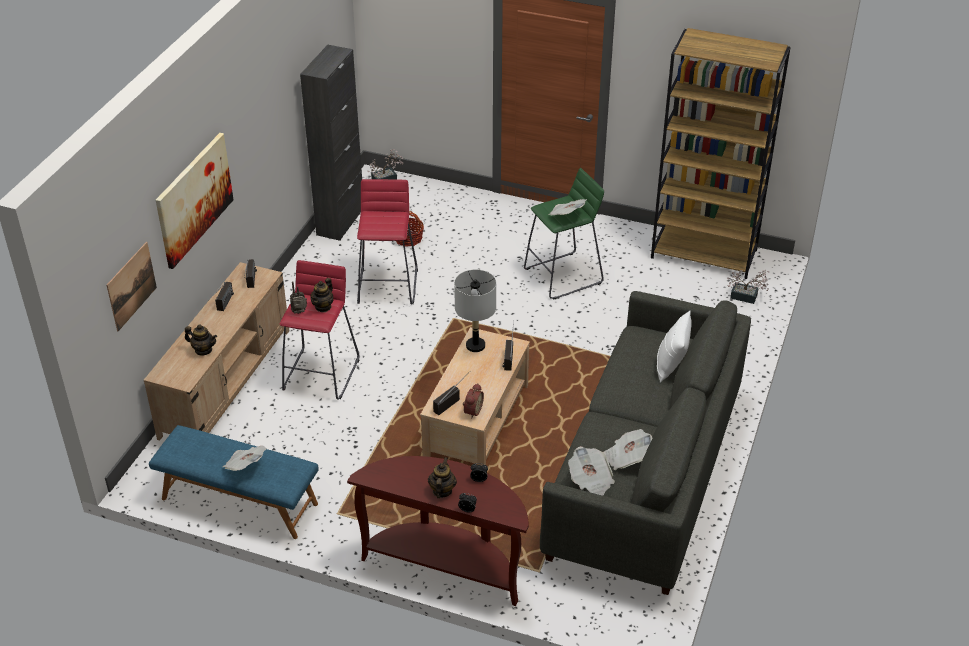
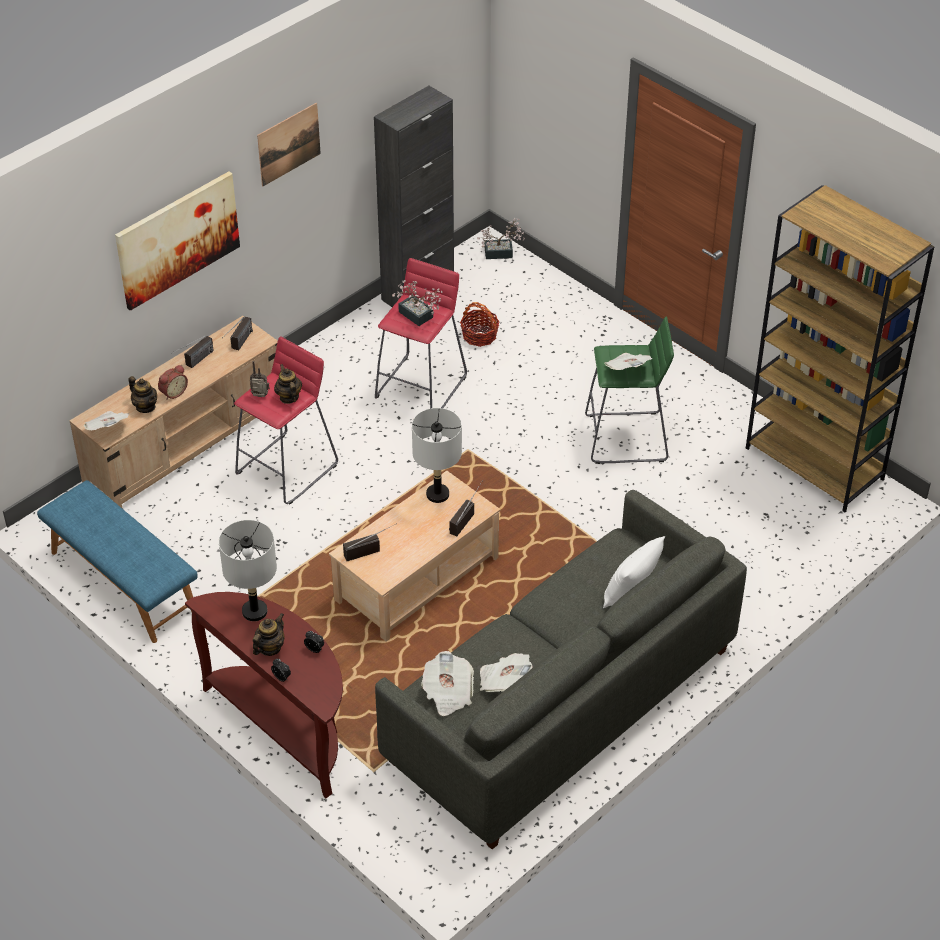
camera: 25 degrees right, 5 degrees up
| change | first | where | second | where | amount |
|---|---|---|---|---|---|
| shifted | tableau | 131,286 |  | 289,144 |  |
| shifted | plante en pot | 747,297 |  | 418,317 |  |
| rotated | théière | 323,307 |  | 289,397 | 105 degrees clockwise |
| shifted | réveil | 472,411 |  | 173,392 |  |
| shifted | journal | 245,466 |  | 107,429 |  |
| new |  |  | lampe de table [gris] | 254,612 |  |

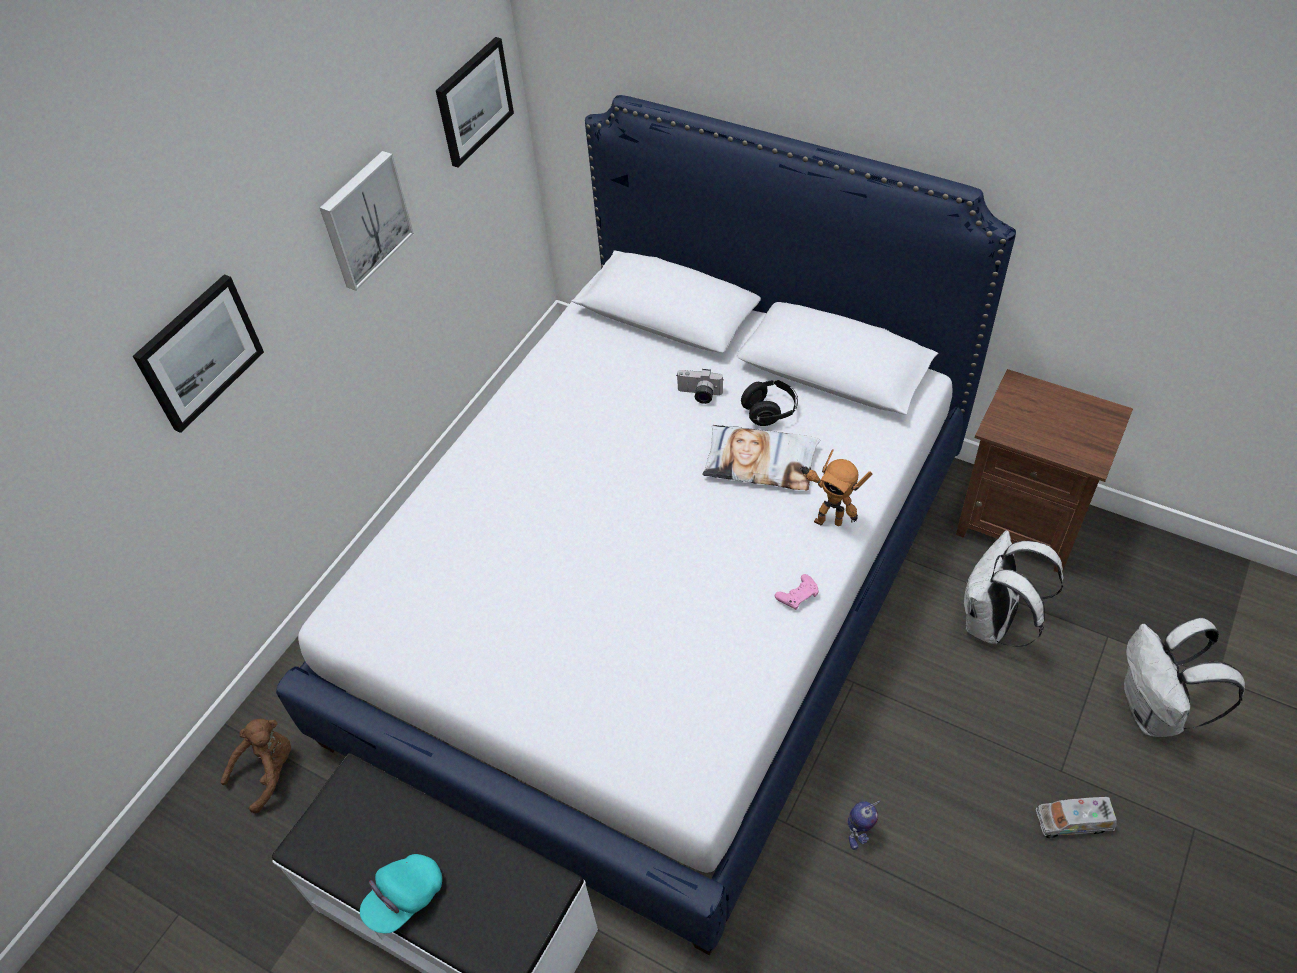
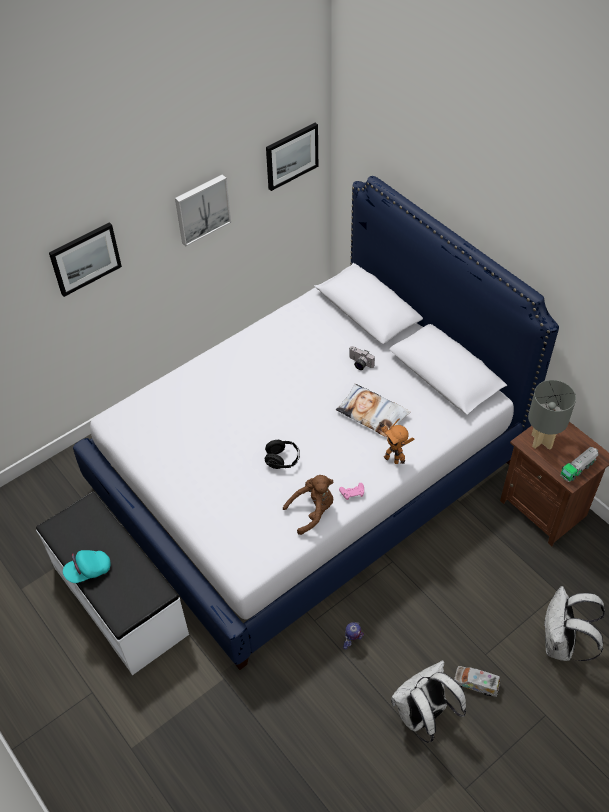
camera: 20 degrees right, 0 degrees up
| change | first | where | second | where | amount |
|---|---|---|---|---|---|
| shifted | casque audio [noir] | 769,411 |  | 282,460 |  |
| shifted | sac à dos [blanc] | 992,624 |  | 423,716 |  |
| shifted | peluche [marron] | 268,770 |  | 312,511 |  |
| new |  |  | lampe de table [gris] | 541,441 |  |
| new |  |  | camion jouet | 578,468 |  |

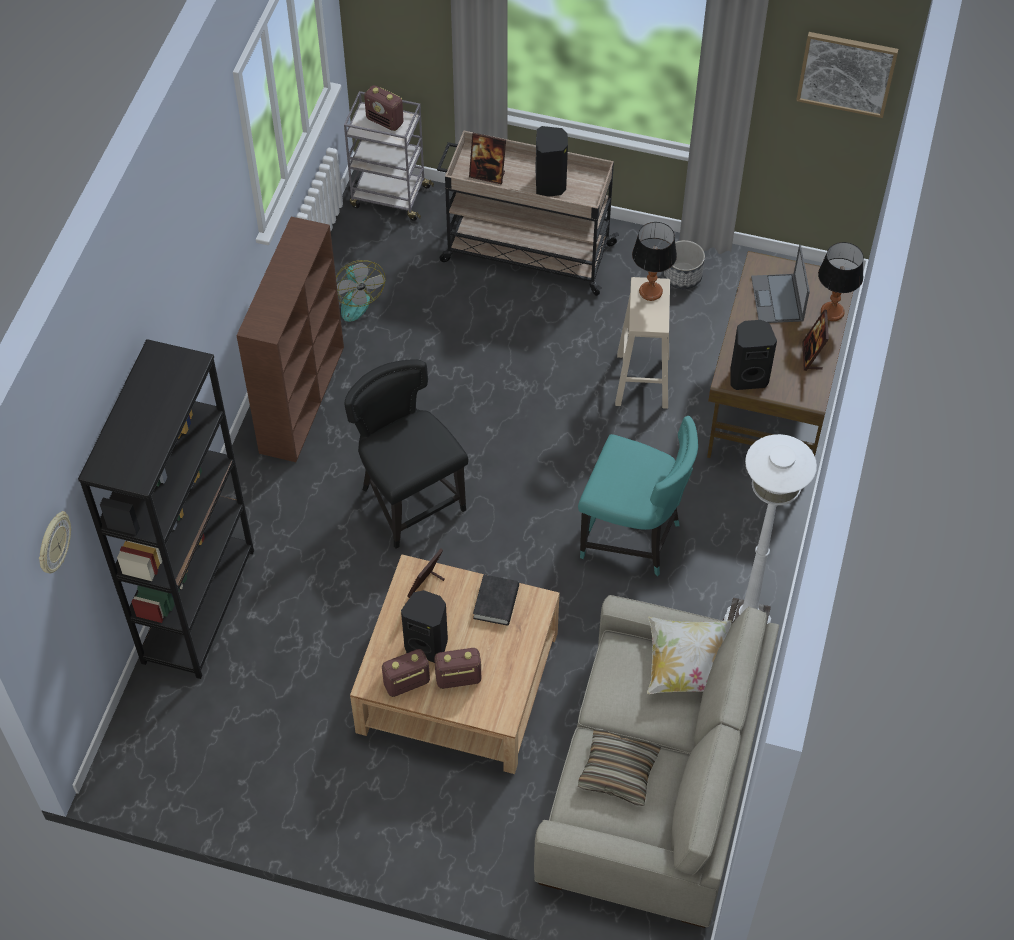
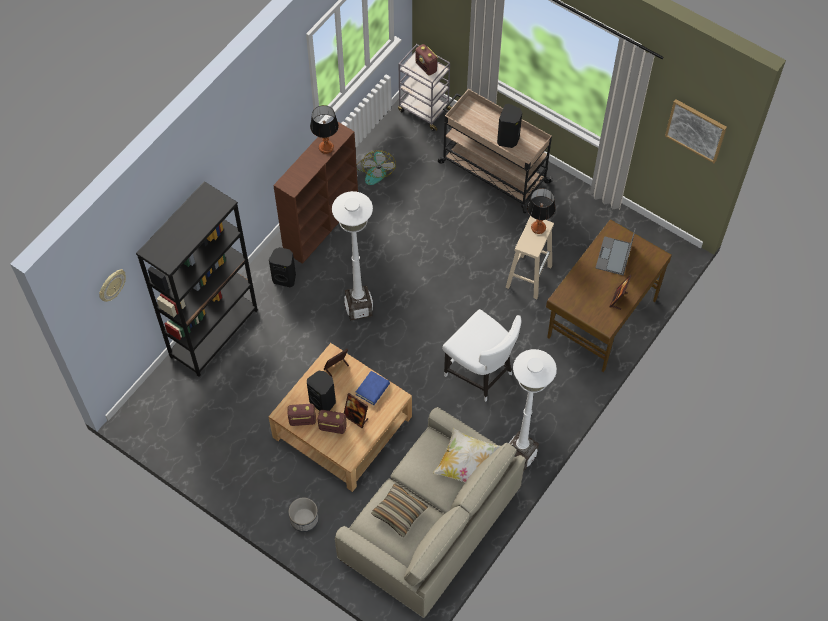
camera: 20 degrees right, 5 degrees up
| change | first | where | second | where | amount |
|---|---|---|---|---|---|
| shifted | cadre photo | 487,175 |  | 356,417 |  |
| shifted | cache-pot | 682,276 |  | 304,519 |  |
| shifted | lampe de table | 832,312 |  | 326,147 |  |
| shifted | enceinte [noir] | 747,377 |  | 285,278 |  |
| swapped | chaise [noir] | 410,500 | lampadaire [blanc] | 359,308 |  |
| repainted | chaise [turquoise] | 633,538 | chaise [blanc] | 480,374 |  |
| repainted | livre [noir] | 496,602 | livre [bleu] | 372,389 |  |

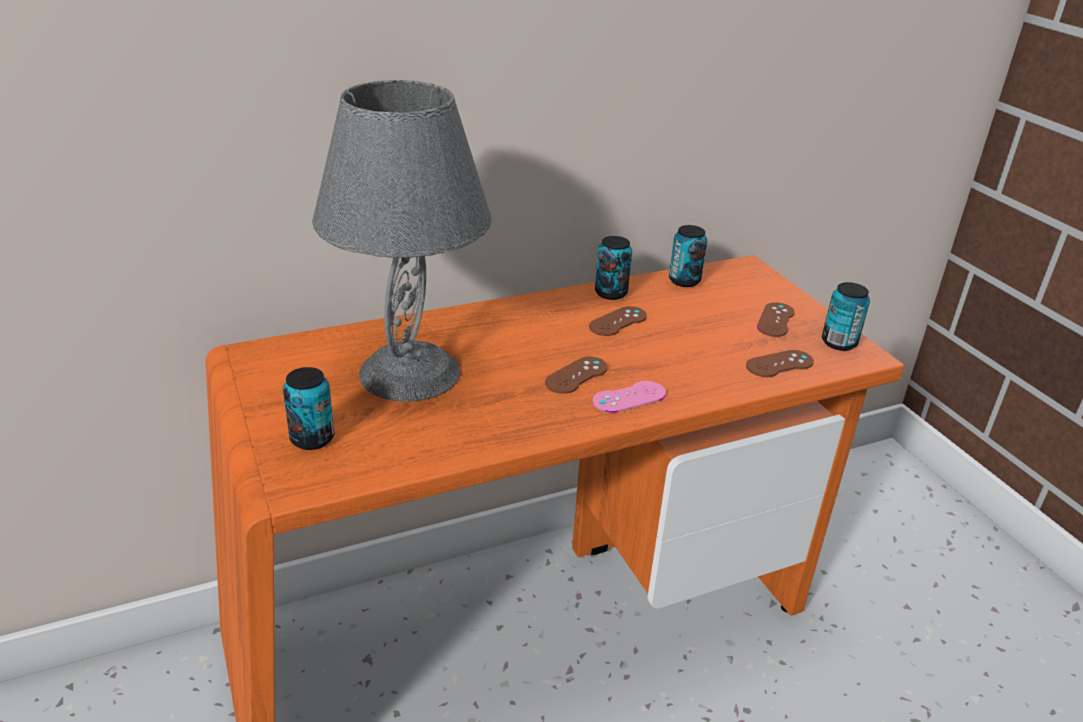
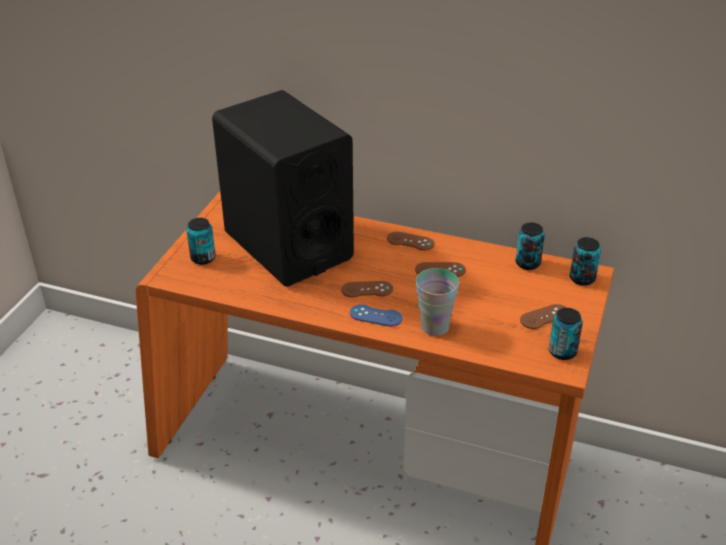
camera: 45 degrees right, 5 degrees up
| change | first | where | second | where | amount |
|---|---|---|---|---|---|
| swapped | lampe de table [gris] | 409,372 | enceinte [noir] | 287,245 |  |
| shifted | boîte métallique | 611,293 |  | 582,279 |  |
| shifted | manette [marron] | 779,364 |  | 410,241 |  |
| repainted | manette [rose] | 629,397 | manette [bleu] | 376,316 |  |
| new |  |  | tasse | 434,326 |  |

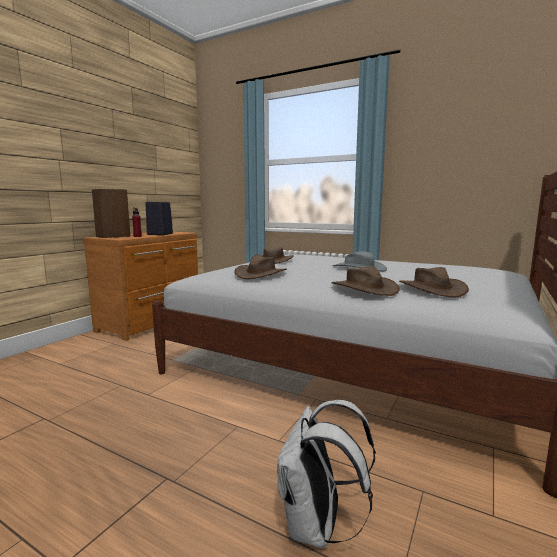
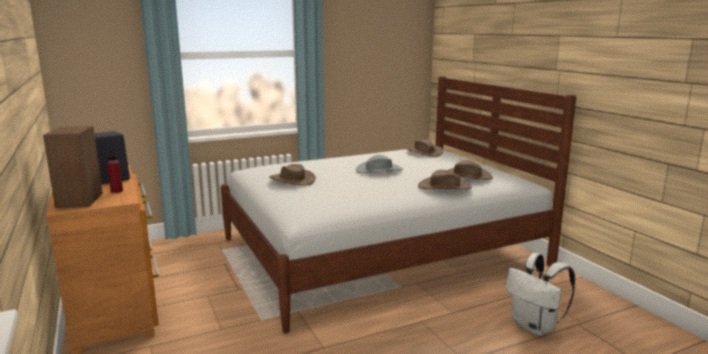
camera: 55 degrees left, 5 degrees up
| change | first | where | second | where | amount |
|---|---|---|---|---|---|
| shifted | chapeau [marron] | 260,274 |  | 424,152 |  |

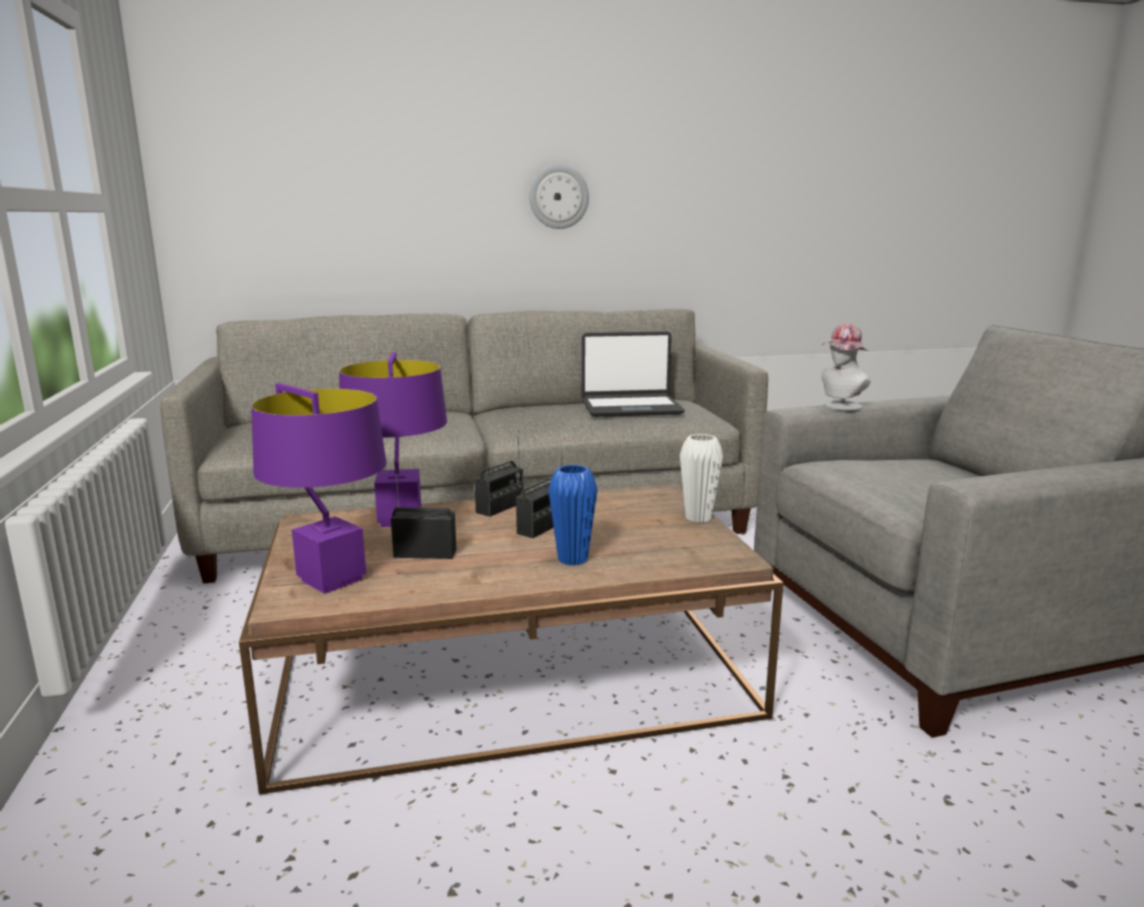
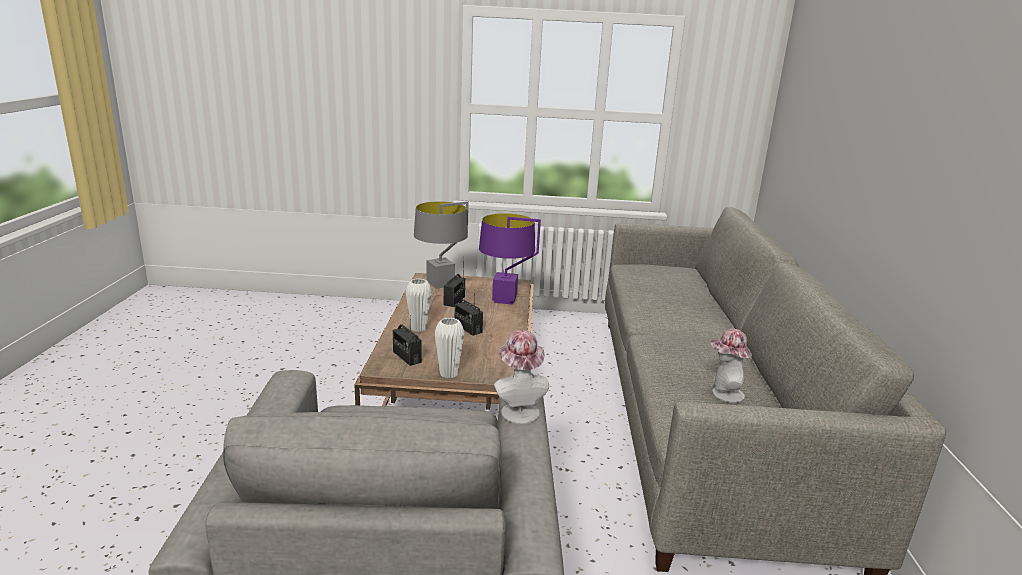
camera: 105 degrees right, 5 degrees up
| change | first | where | second | where | amount |
|---|---|---|---|---|---|
| gone | horloge murale | 558,197 |  |  |  |
| swapped | ordinateur portable | 631,408 | chapeau | 723,394 |  |
| repainted | lampe de table [violet] | 331,580 | lampe de table [gris] | 440,284 |  |
| shifted | radio | 500,507 |  | 406,357 |  |
| repainted | vase [bleu] | 572,559 | vase [blanc] | 418,328 |  |

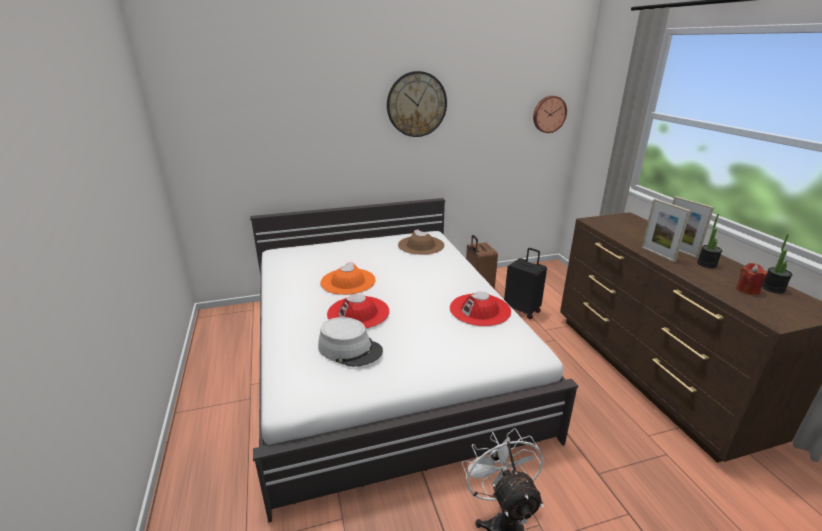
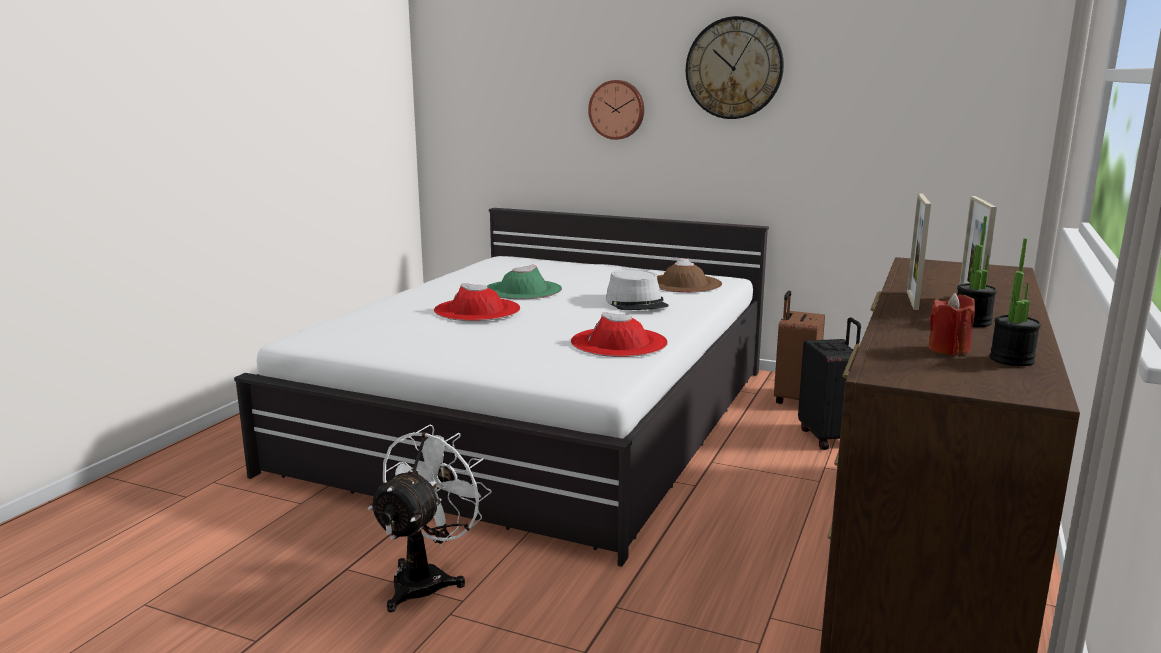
camera: 40 degrees right, 10 degrees down
| change | first | where | second | where | amount |
|---|---|---|---|---|---|
| shifted | horloge murale | 548,114 |  | 617,109 |  |
| repainted | chapeau [orange] | 348,281 | chapeau [vert] | 522,290 |  |
| shifted | chapeau [gris] | 350,349 |  | 637,303 |  |

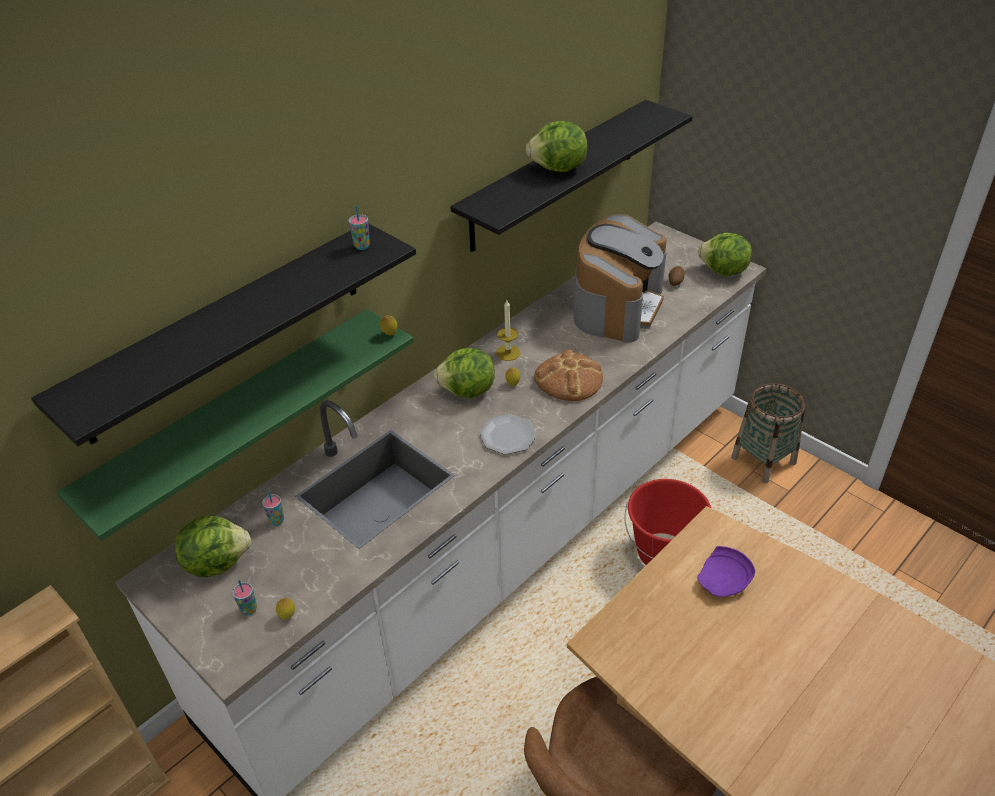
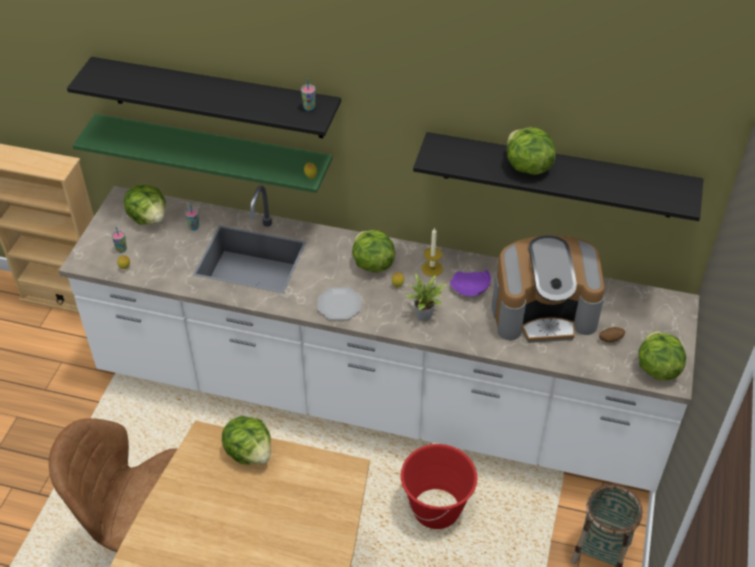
camera: 60 degrees right, 5 degrees up
| change | first | where | second | where | amount |
|---|---|---|---|---|---|
| swapped | pain | 568,379 | plante en pot | 426,315 |  |
| shifted | assiette [violet] | 724,581 |  | 470,289 |  |
| new |  |  | laitue | 249,452 |  |

